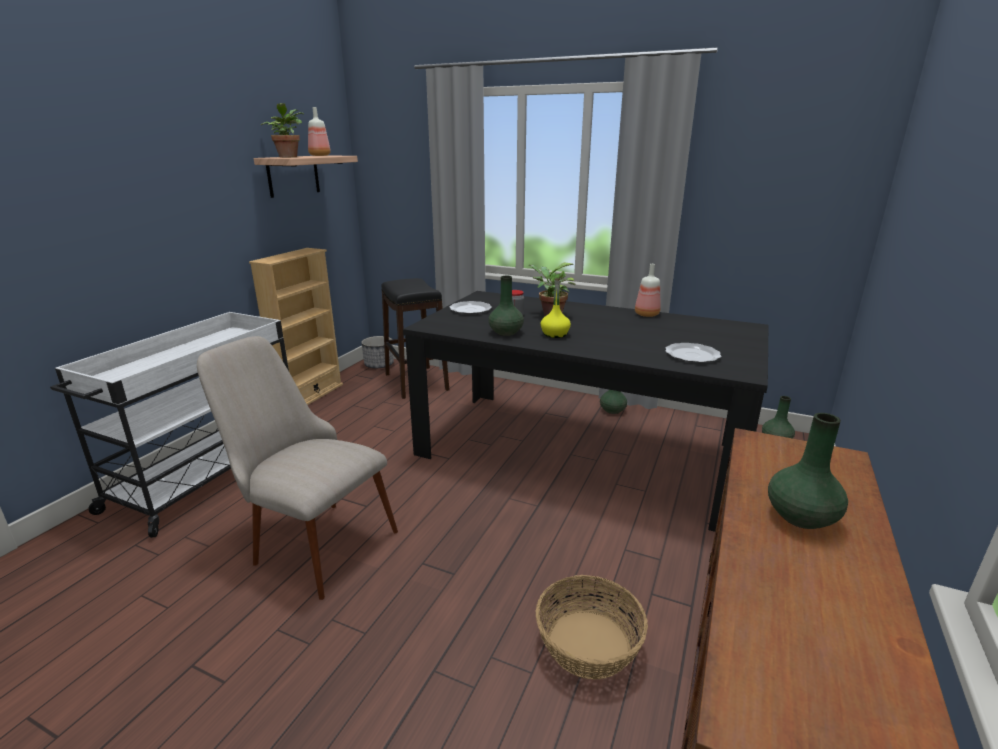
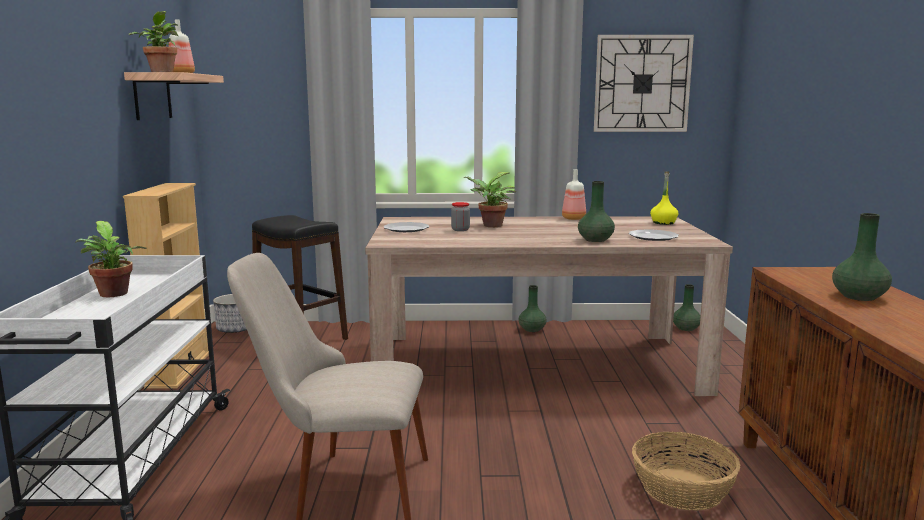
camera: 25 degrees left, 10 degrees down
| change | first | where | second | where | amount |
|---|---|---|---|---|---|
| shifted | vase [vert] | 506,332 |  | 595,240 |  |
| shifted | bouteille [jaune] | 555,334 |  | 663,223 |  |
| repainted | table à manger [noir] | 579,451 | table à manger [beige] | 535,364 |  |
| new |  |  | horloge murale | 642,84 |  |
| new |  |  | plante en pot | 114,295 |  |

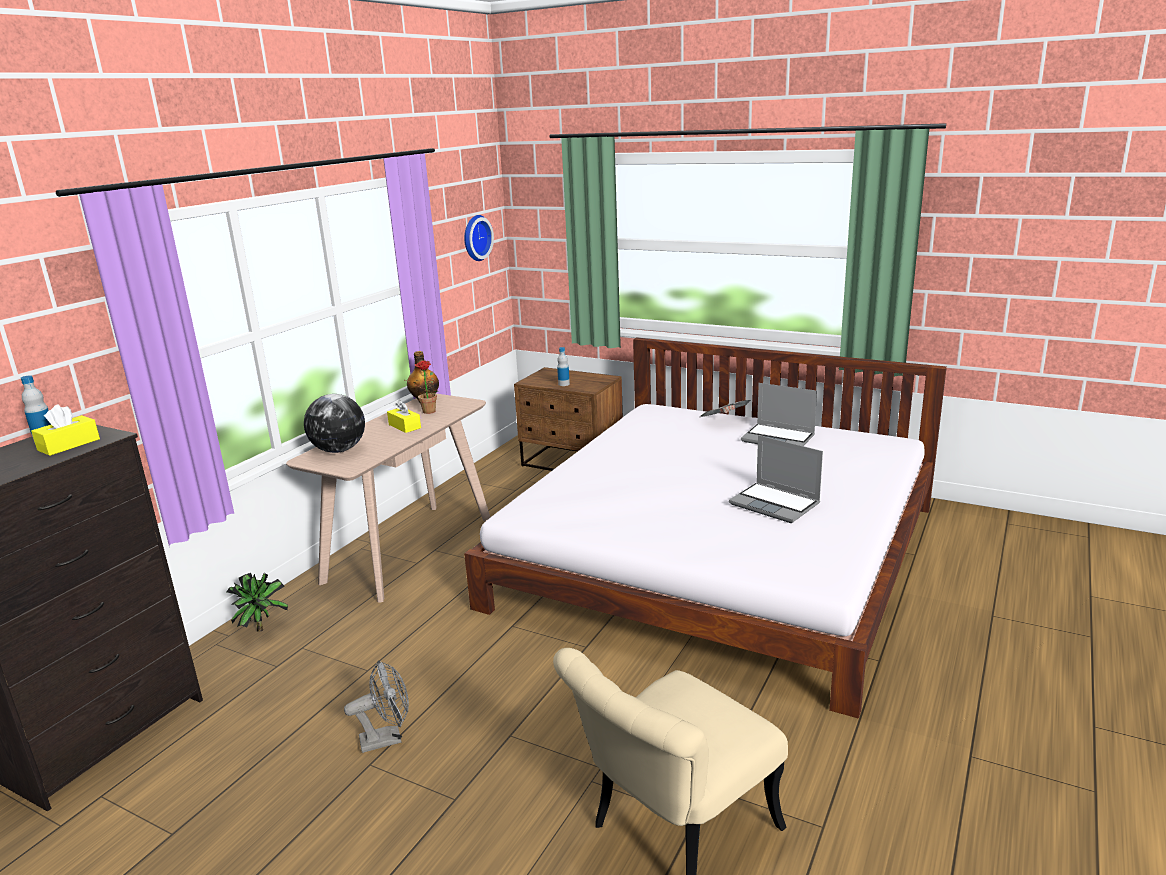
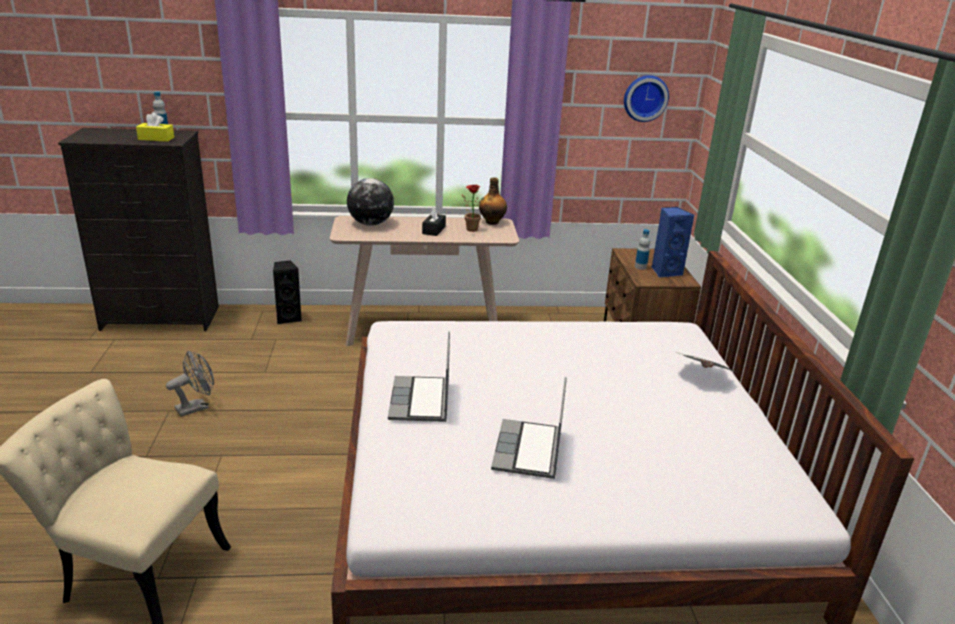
camera: 55 degrees right, 5 degrees up
| change | first | where | second | where | amount |
|---|---|---|---|---|---|
| shifted | ordinateur portable | 779,438 |  | 421,401 |  |
| repainted | boîte à mouchoirs [jaune] | 404,426 | boîte à mouchoirs [noir] | 434,230 |  |
| swapped | plante en pot | 262,628 | enceinte [noir] | 288,318 |  |
| rotated | ventilateur [gris] | 387,738 |  | 197,407 | 75 degrees counterclockwise |
| new |  |  | enceinte [bleu] | 665,272 |  |

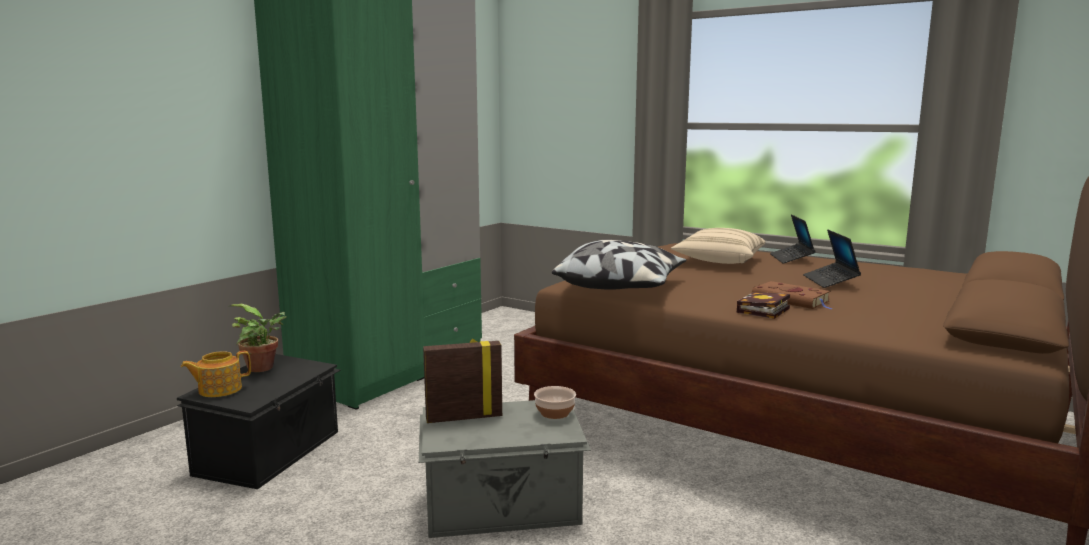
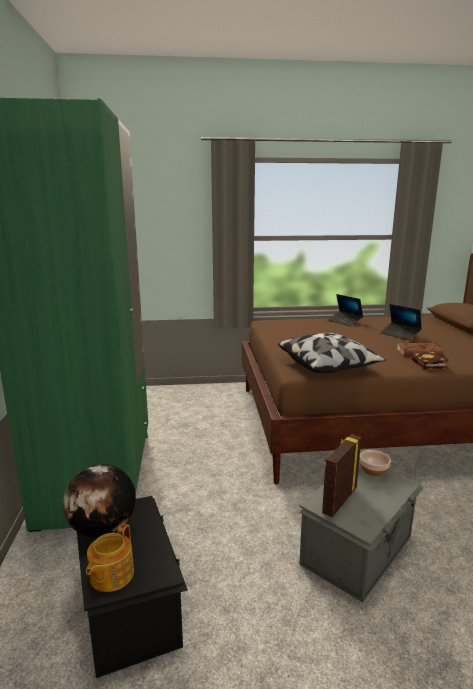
camera: 40 degrees left, 5 degrees up
| change | first | where | second | where | amount |
|---|---|---|---|---|---|
| gone | coussin [beige] | 718,261 |  |  |  |
| swapped | plante en pot | 264,368 | globe | 103,529 |  |

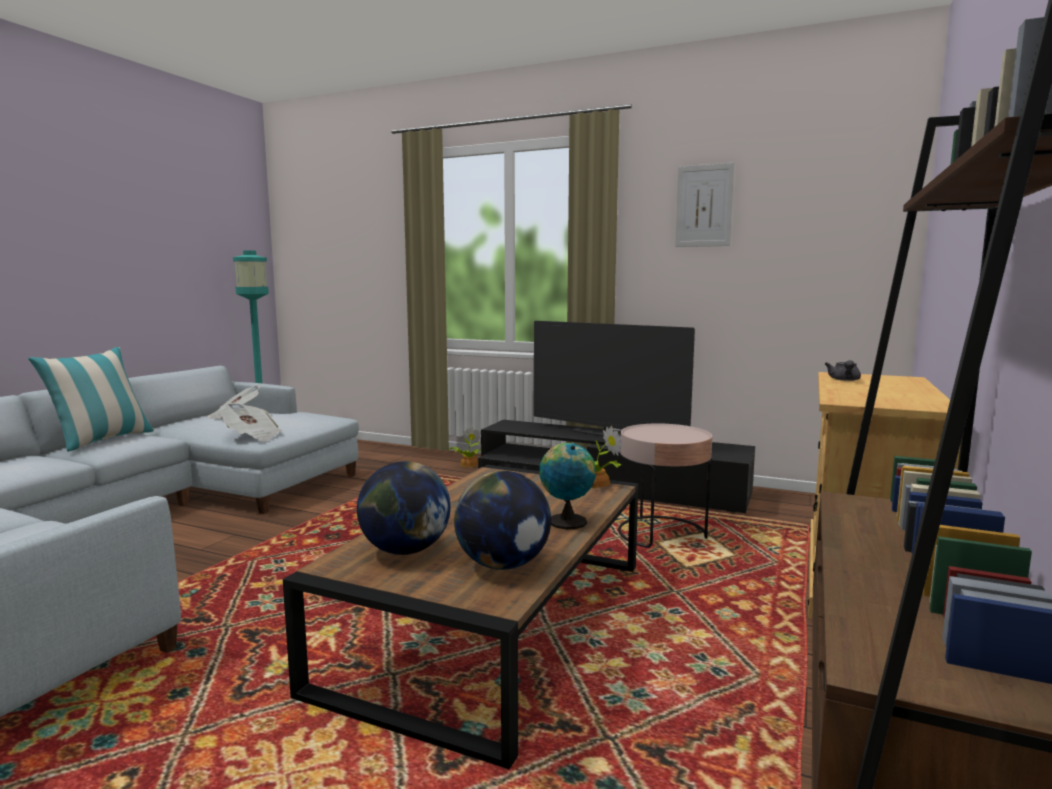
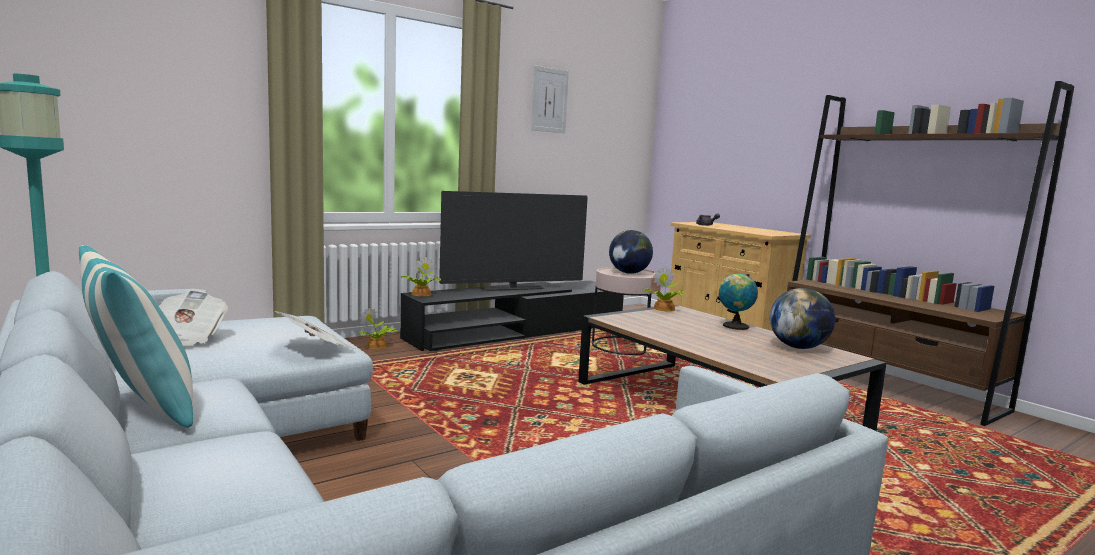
camera: 60 degrees left, 0 degrees up
| change | first | where | second | where | amount |
|---|---|---|---|---|---|
| shifted | globe | 405,551 |  | 629,273 |  |
| new |  |  | plante en pot | 420,294 |  |

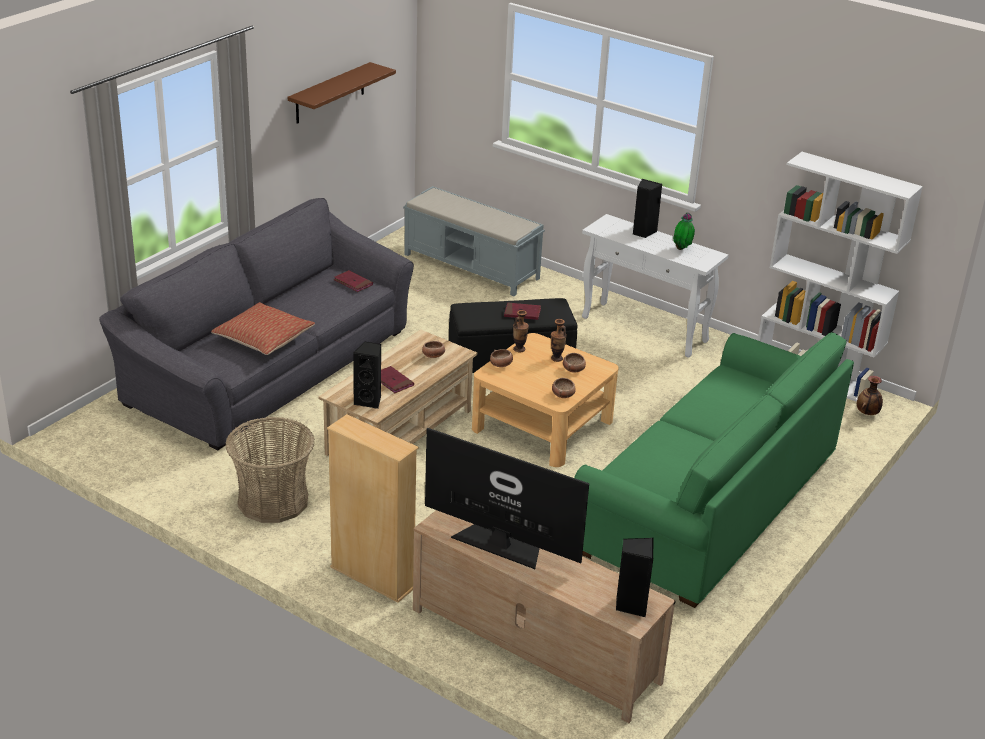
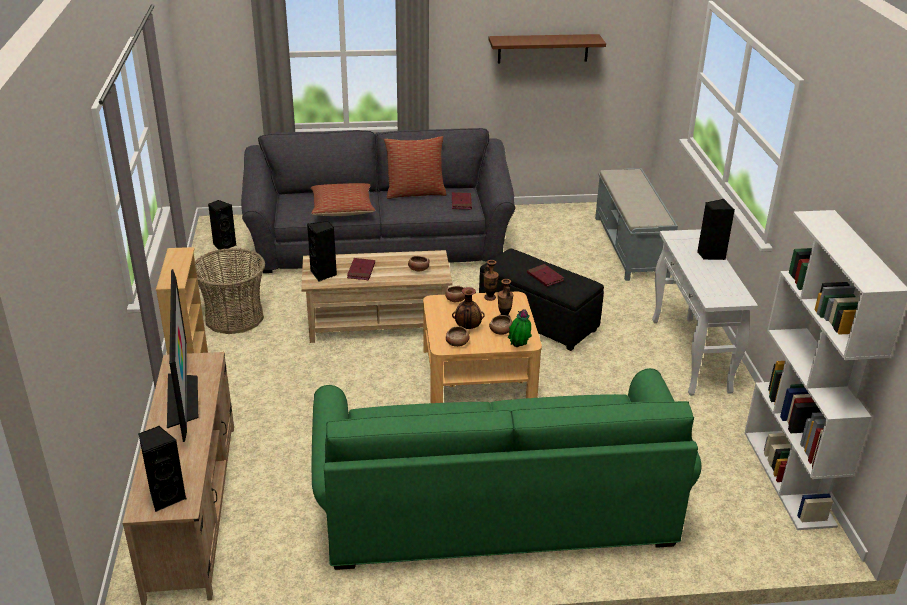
camera: 50 degrees right, 0 degrees up
| change | first | where | second | where | amount |
|---|---|---|---|---|---|
| shifted | plante en pot | 682,249 |  | 519,347 |  |
| shifted | vase | 867,414 |  | 467,328 |  |
| new |  |  | coussin | 415,192 |  |
| new |  |  | enceinte [noir] | 223,245 |  |

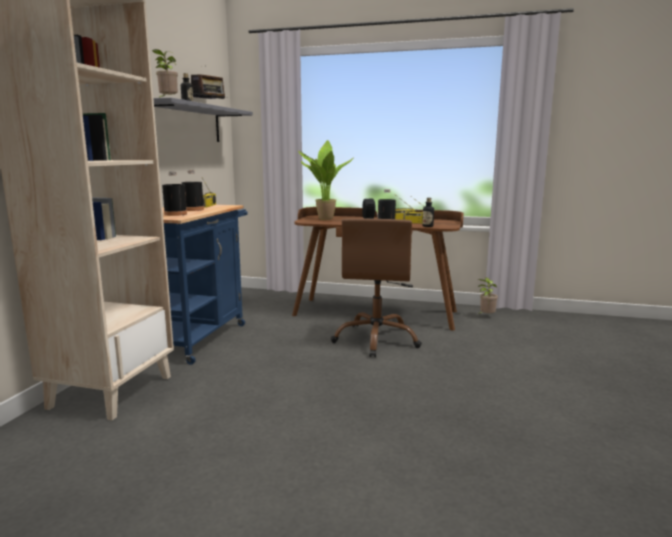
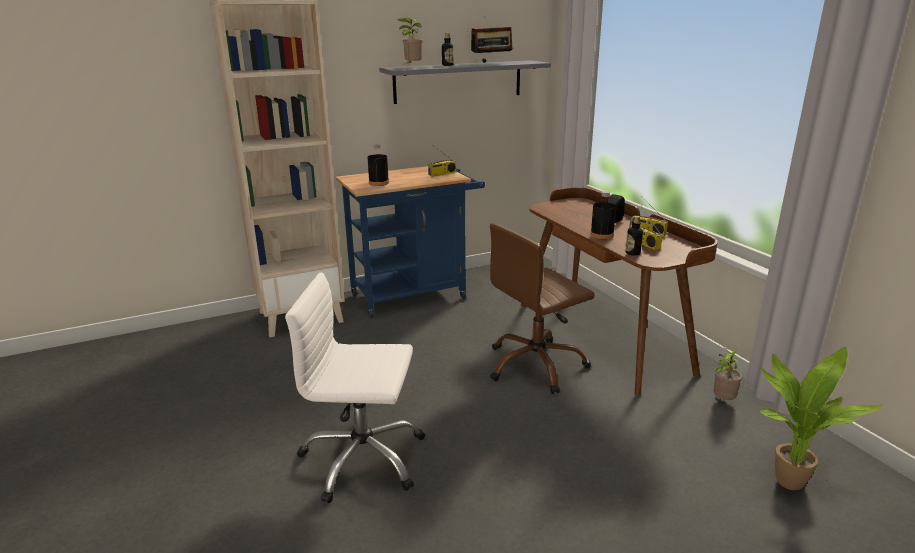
camera: 50 degrees right, 10 degrees up
| change | first | where | second | where | amount |
|---|---|---|---|---|---|
| shifted | plante en pot | 323,219 |  | 785,480 |  |
| gone | bouteille [noir] | 193,209 |  |  |  |
| new |  |  | chaise de bureau [blanc] | 363,459 |  |

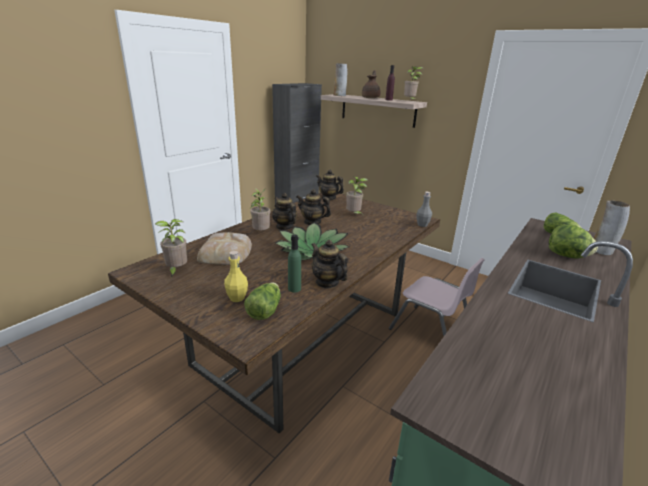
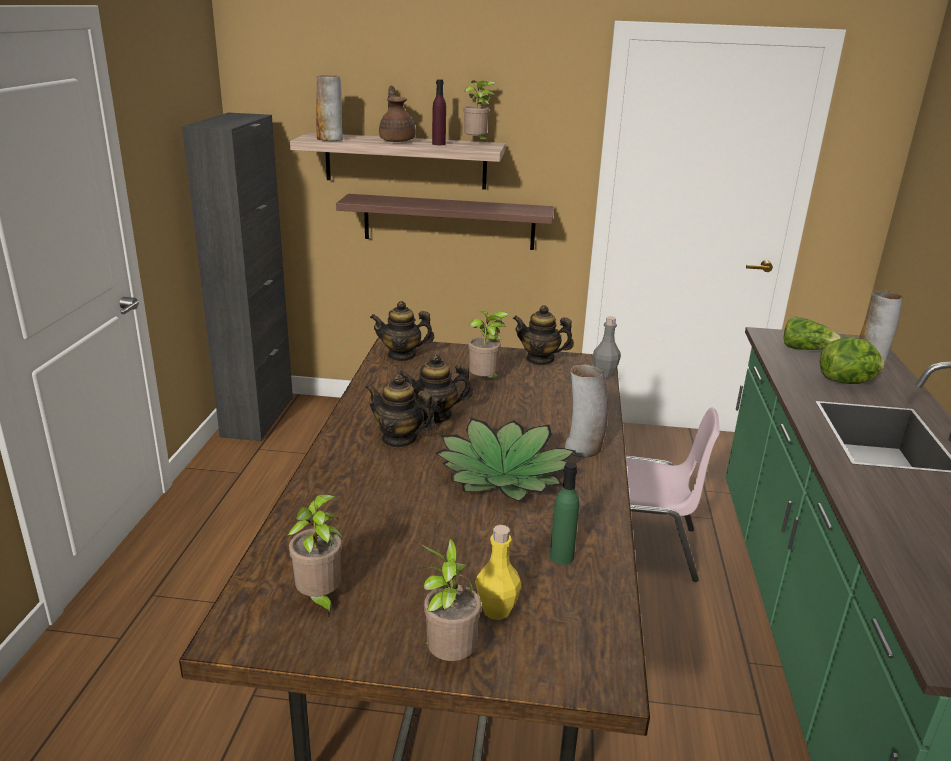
camera: 30 degrees left, 0 degrees up
| change | first | where | second | where | amount |
|---|---|---|---|---|---|
| shifted | plante en pot | 261,233 |  | 448,657 |  |
| gone | pain | 226,253 |  |  |  |
| shifted | théière | 327,282 |  | 540,359 |  |
| gone | laitue | 264,310 |  |  |  |
| new |  |  | étagère | 449,222 |  |
| new |  |  | vase | 583,449 |  |

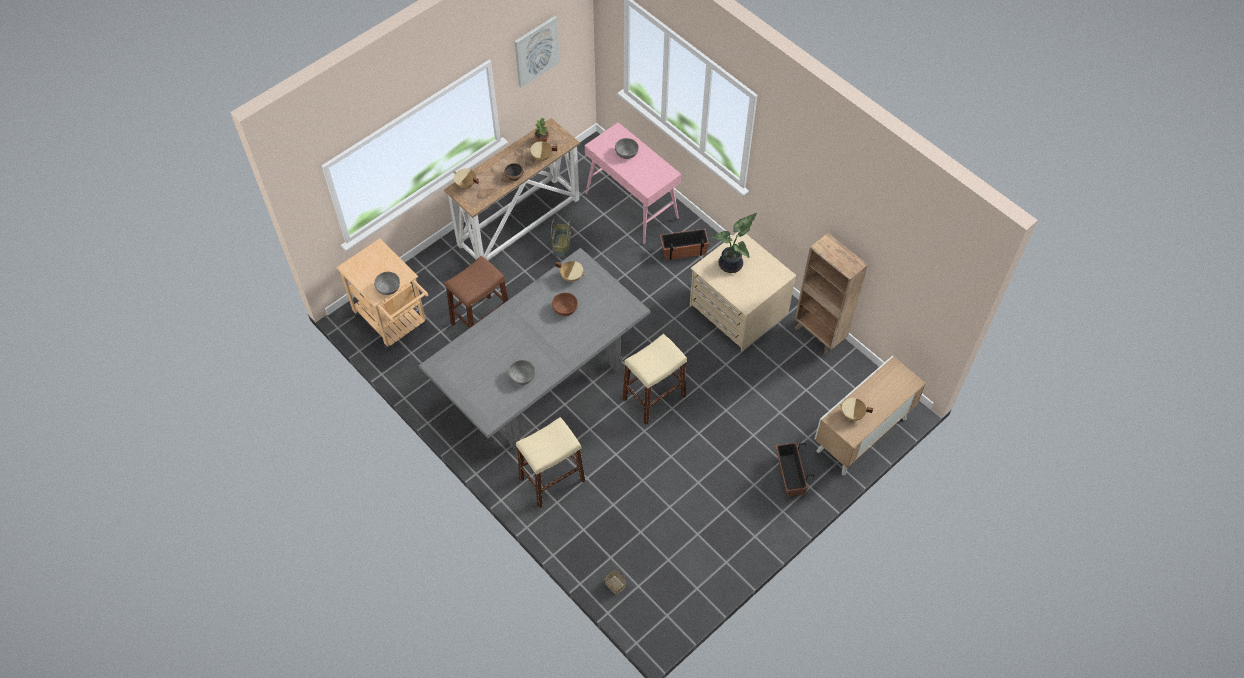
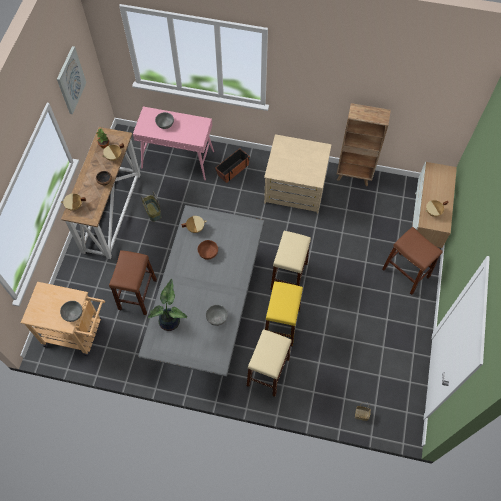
camera: 35 degrees left, 5 degrees up
| change | first | where | second | where | amount |
|---|---|---|---|---|---|
| shifted | plante en pot | 732,265 |  | 171,321 |  |
| swapped | cache-pot | 790,475 | tabouret [marron] | 405,273 |  |
| new |  |  | tabouret [jaune] | 281,325 |  |

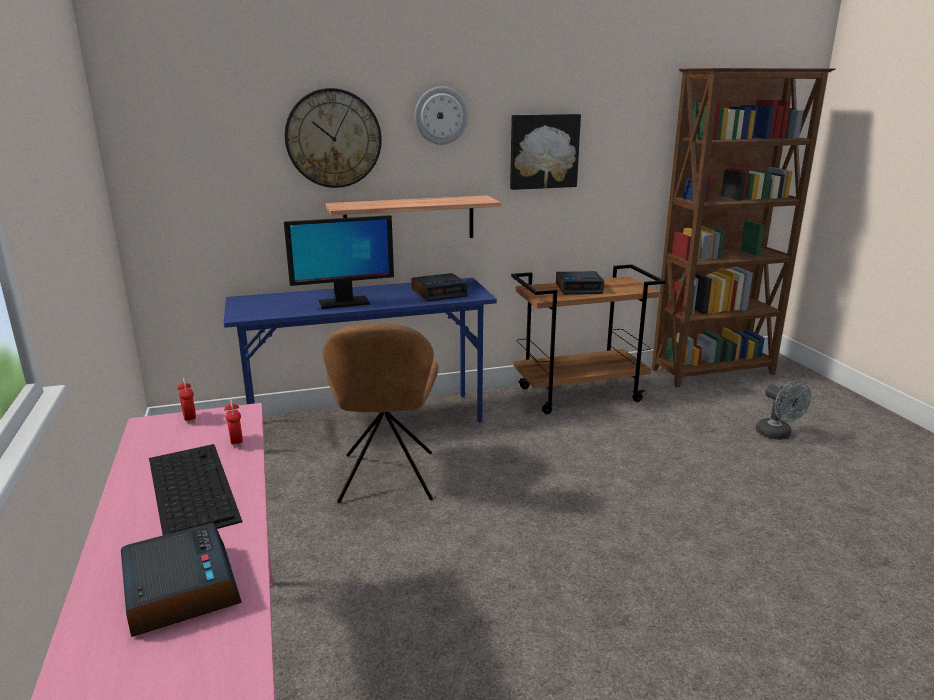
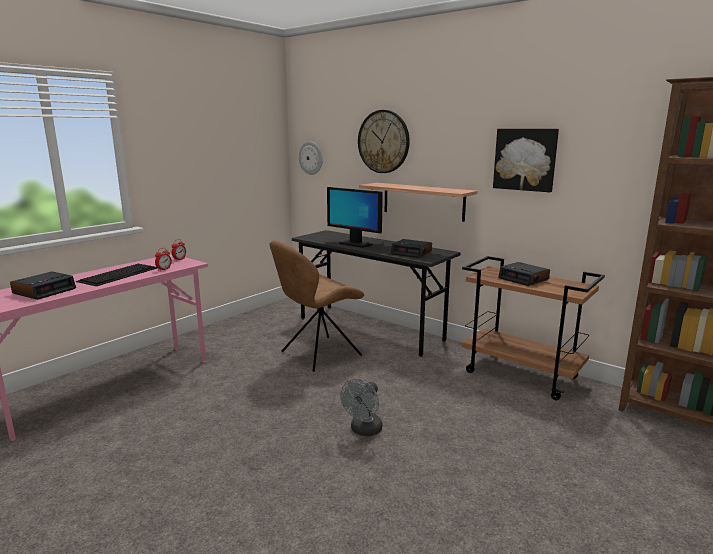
camera: 55 degrees right, 5 degrees down
| change | first | where | second | where | amount |
|---|---|---|---|---|---|
| shifted | horloge murale | 441,115 |  | 311,158 |  |
| repainted | bureau [bleu] | 368,421 | bureau [gris] | 370,329 |  |
| shifted | ventilateur [gris] | 777,435 |  | 364,431 |  |

